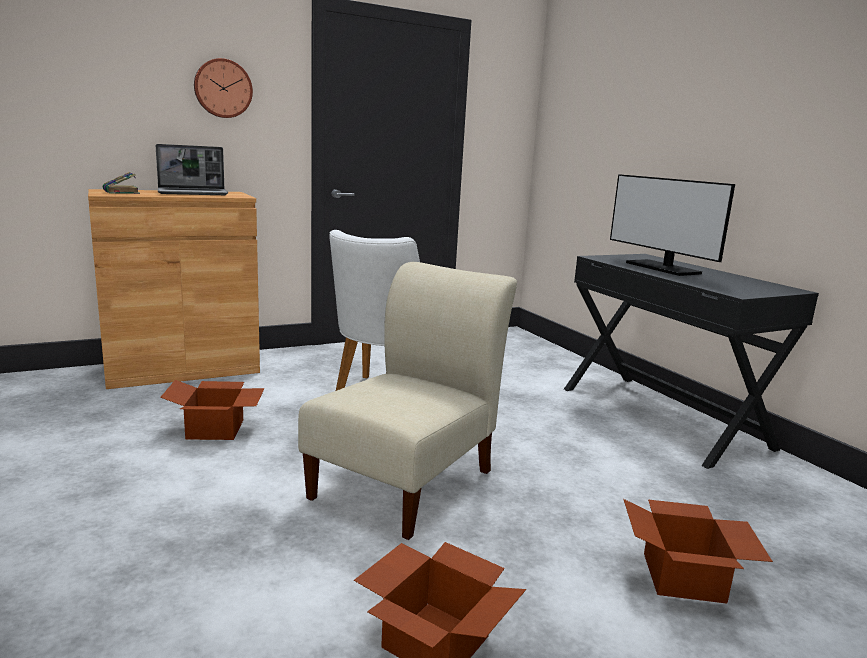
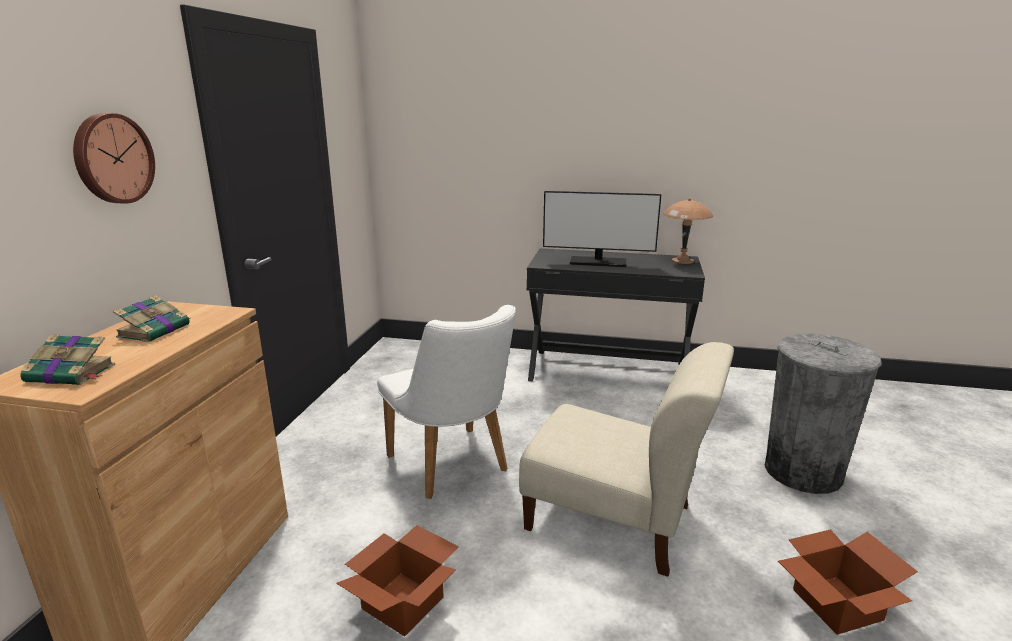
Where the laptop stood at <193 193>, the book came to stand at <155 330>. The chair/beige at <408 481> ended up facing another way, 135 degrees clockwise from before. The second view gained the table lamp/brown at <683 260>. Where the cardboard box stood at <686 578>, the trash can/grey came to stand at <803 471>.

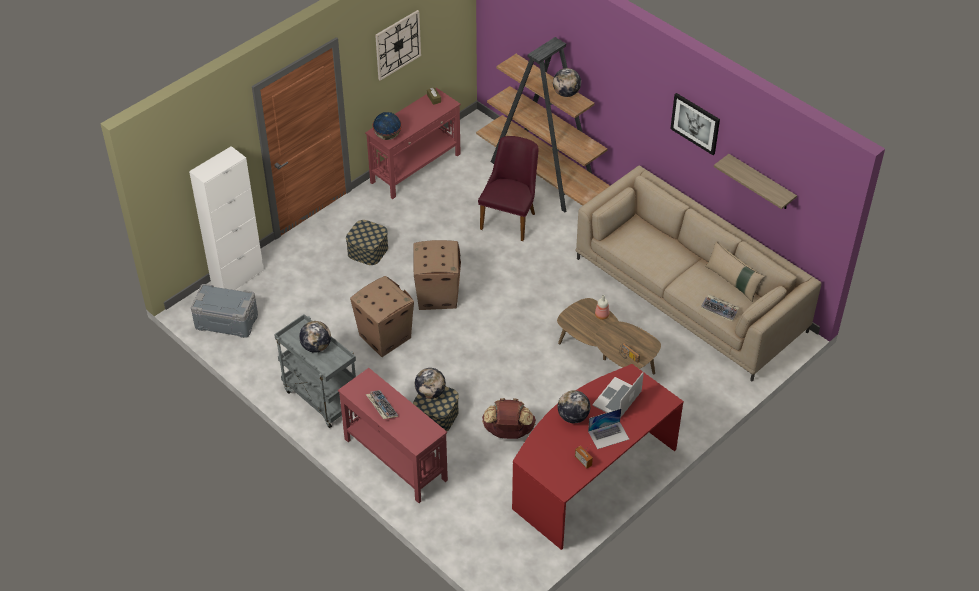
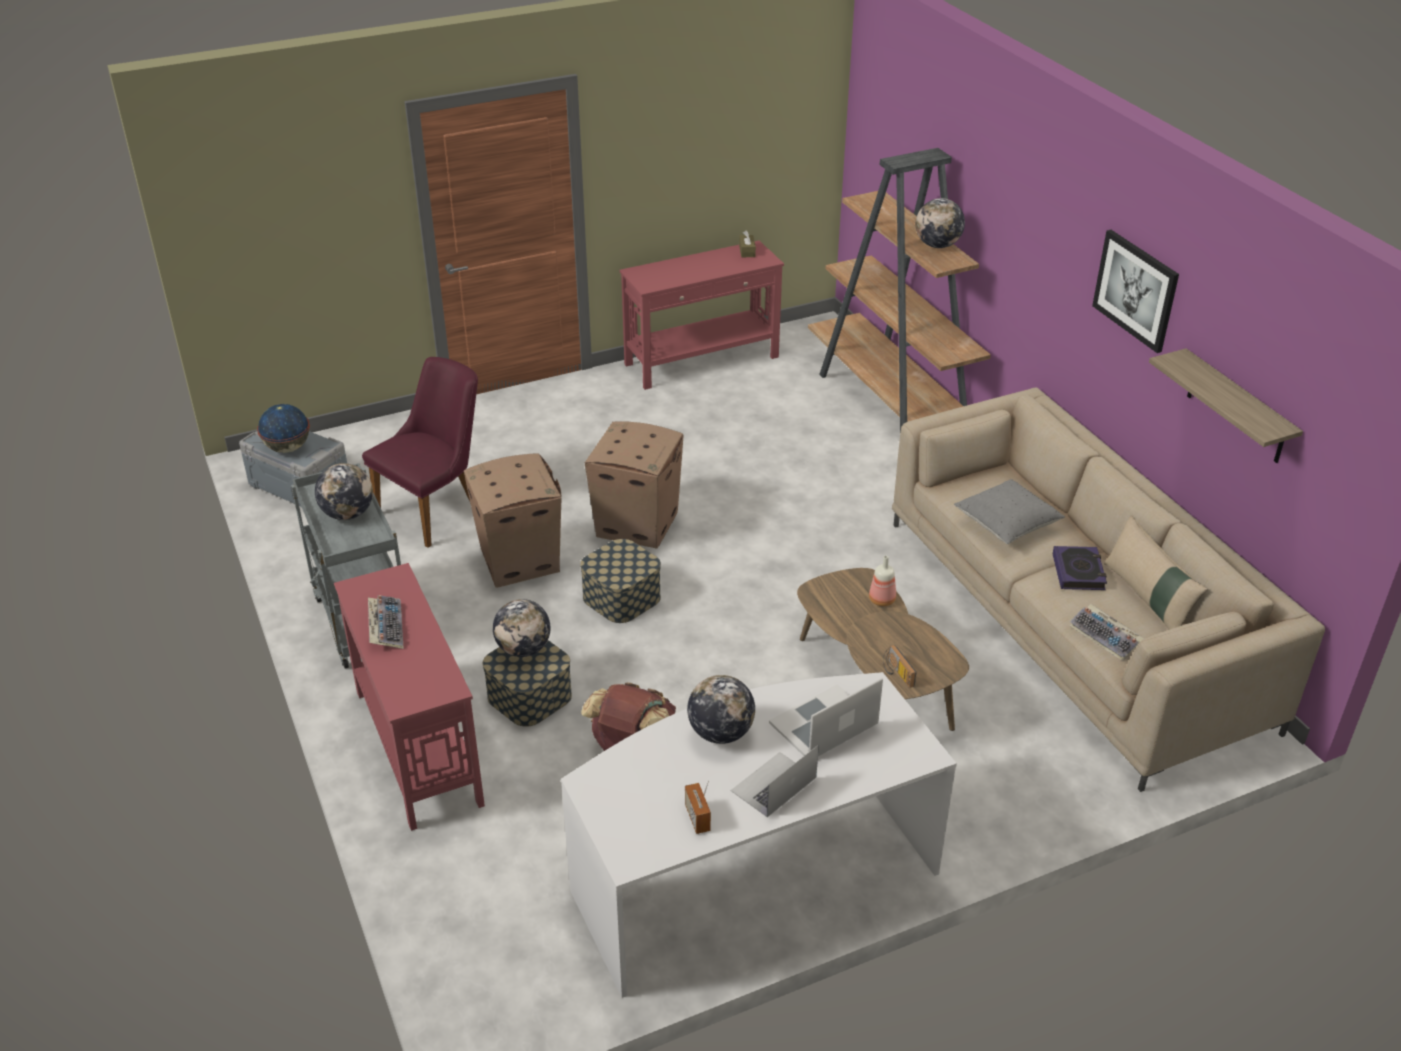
The globe ended up elsewhere, having gone from <387 136> to <287 448>. The chair/purple ended up elsewhere, having gone from <511 218> to <437 509>. What was the desk/red at <591 475> turned into the desk/white at <750 874>. The storage box ended up elsewhere, having gone from <368 250> to <621 597>. The laptop at <608 435> ended up facing another way, 135 degrees clockwise from before. The second view gained the pillow/grey at <1006 524>. The second view gained the book at <1078 572>. The second view lost the cabinet/white at <237 278>. The second view lost the wall clock at <397 44>.

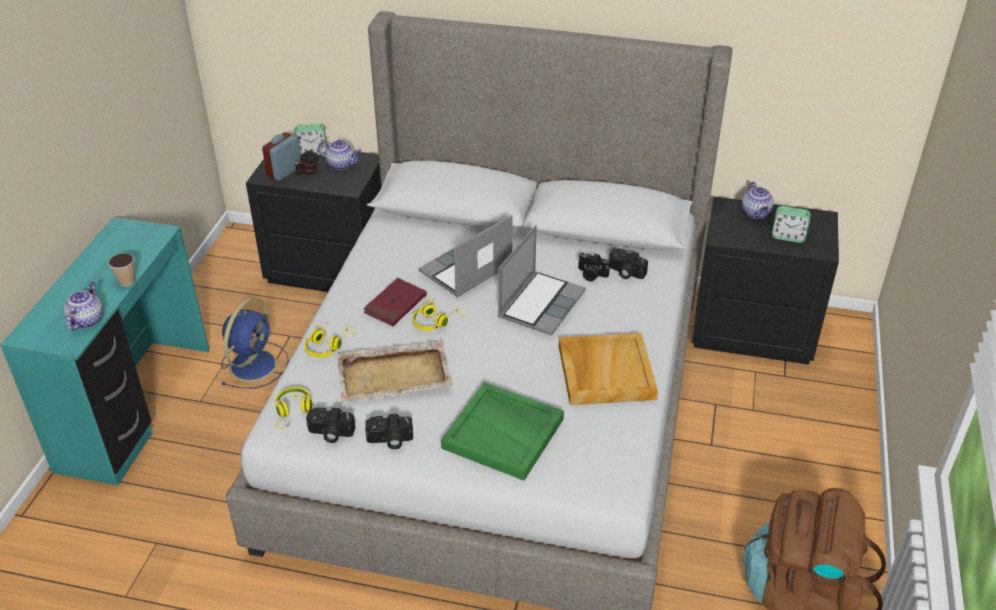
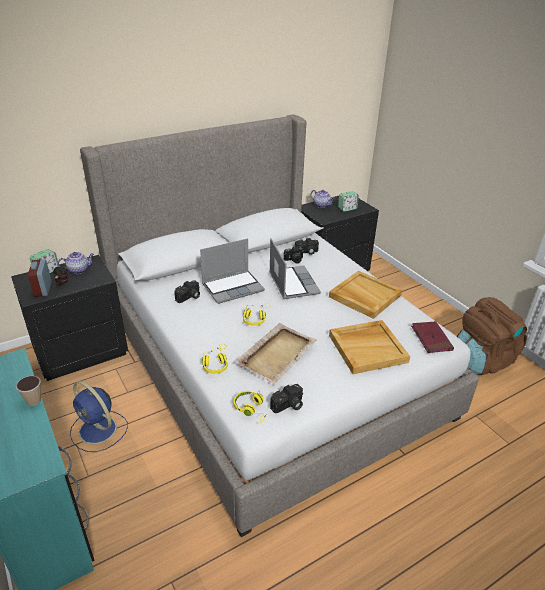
The fan/blue at <254 364> ended up facing another way, 150 degrees clockwise from before. The photo camera ended up elsewhere, having gone from <389 440> to <189 297>. The laptop at <466 270> ended up facing another way, 120 degrees counterclockwise from before. What was the tray/green at <504 433> turned into the tray/beige at <368 348>. The book/red ended up elsewhere, having gone from <395 305> to <431 339>. The second view lost the teapot at <86 320>.

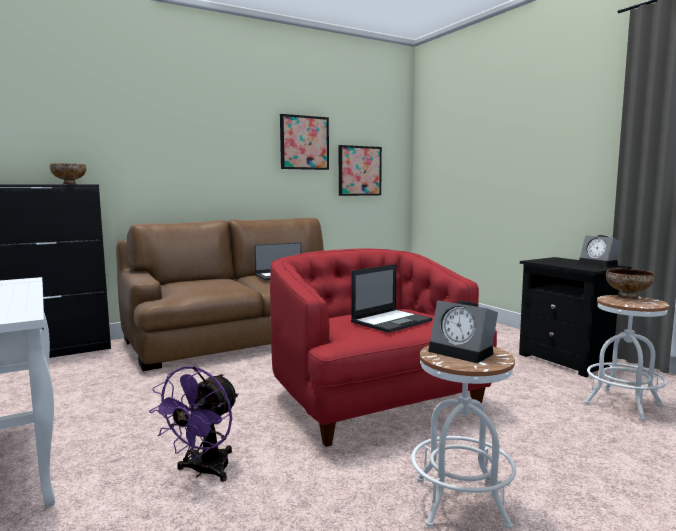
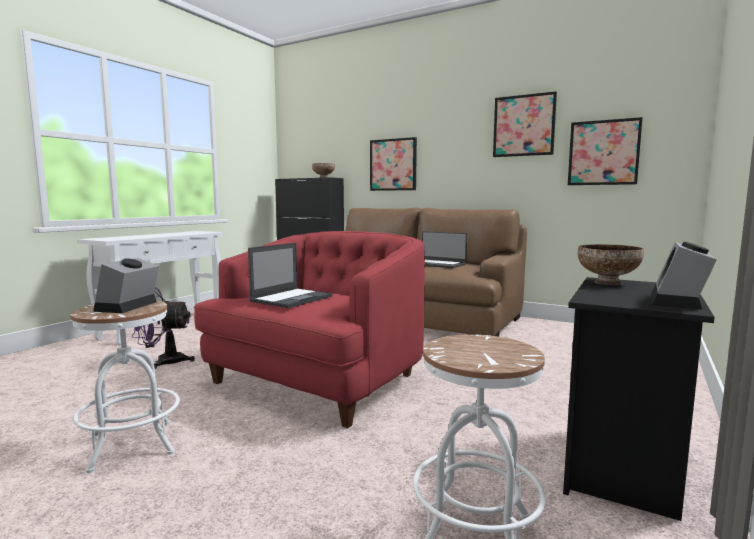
The laptop at <392 321> ended up facing another way, 75 degrees counterclockwise from before. The second view gained the picture at <393 165>. The bowl ended up elsewhere, having gone from <627 297> to <607 282>.

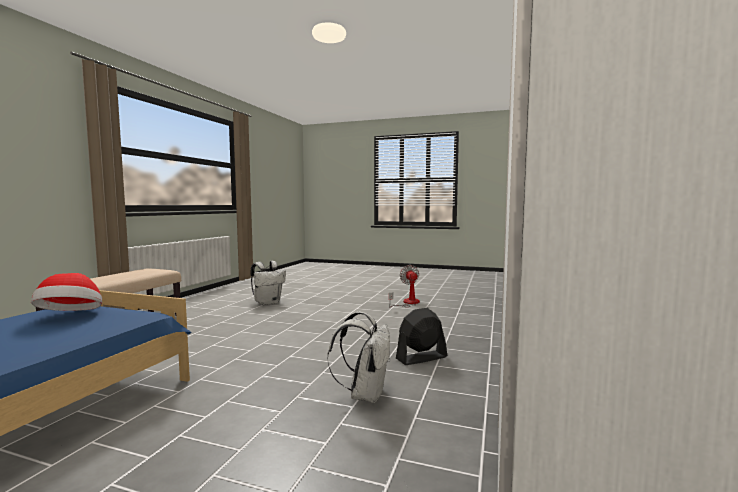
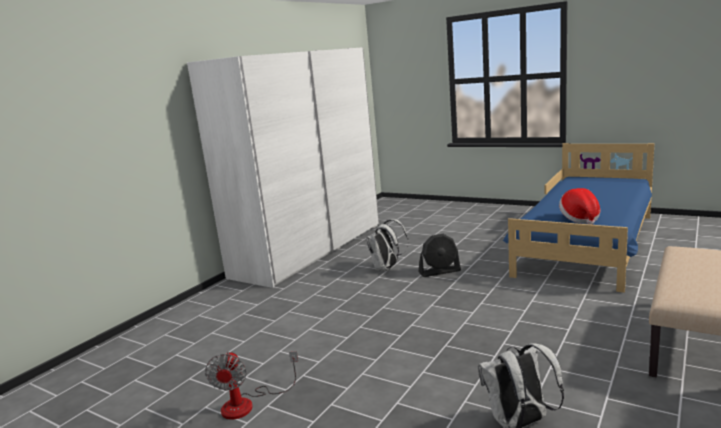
The fan/black ended up elsewhere, having gone from <421 358> to <439 271>.

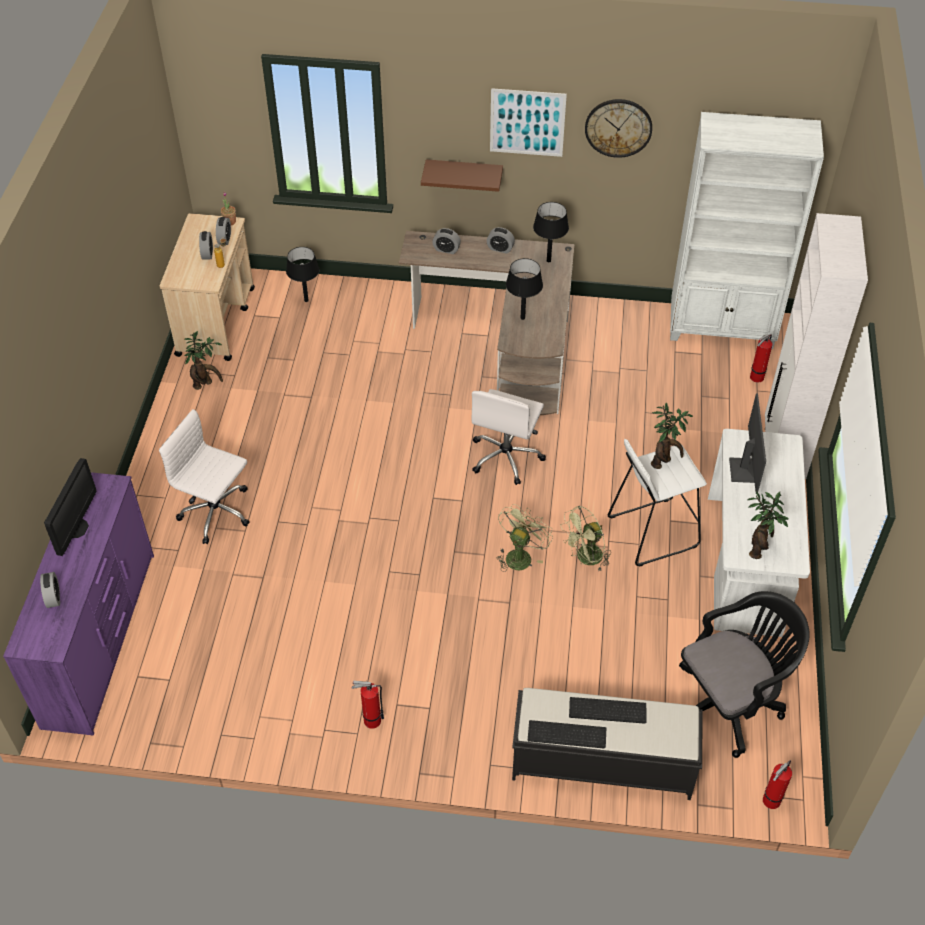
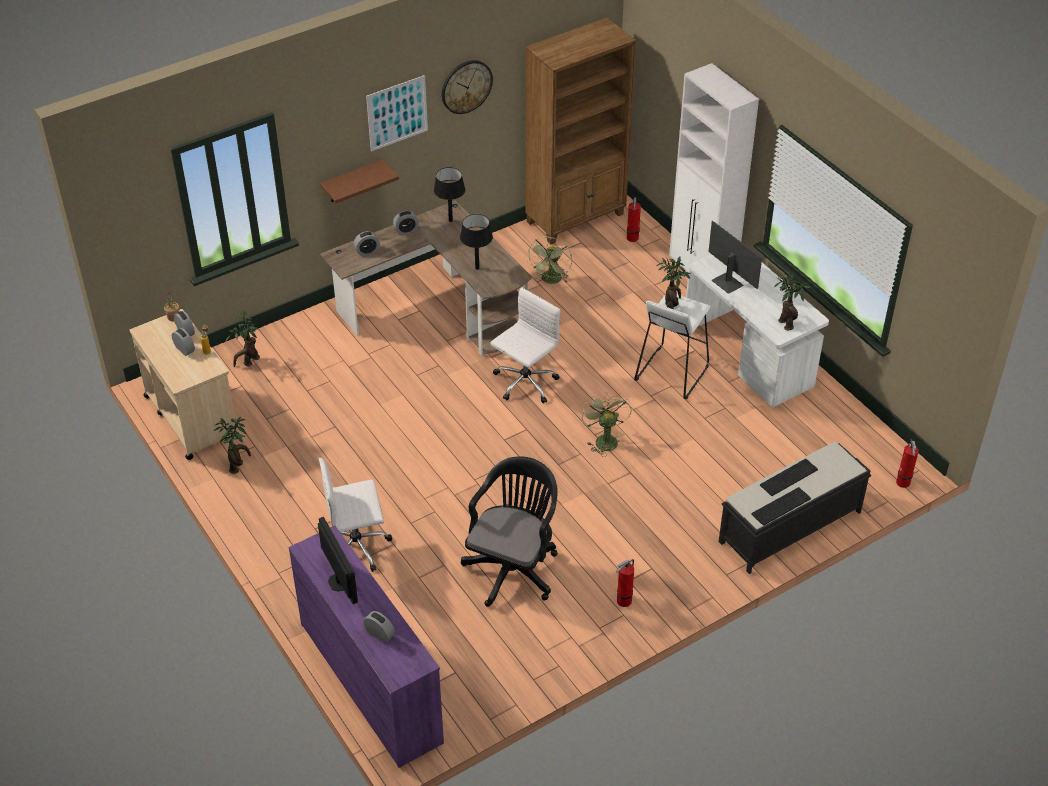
Where the table lamp/black stood at <306 300>, the potted plant came to stand at <249 362>. The office chair/black ended up elsewhere, having gone from <730 703> to <513 567>. The office chair/white at <506 457> ended up facing another way, 120 degrees counterclockwise from before. What was the bookcase/white at <722 328> turned into the bookcase/brown at <576 218>. The fan/green ended up elsewhere, having gone from <585 558> to <551 281>.

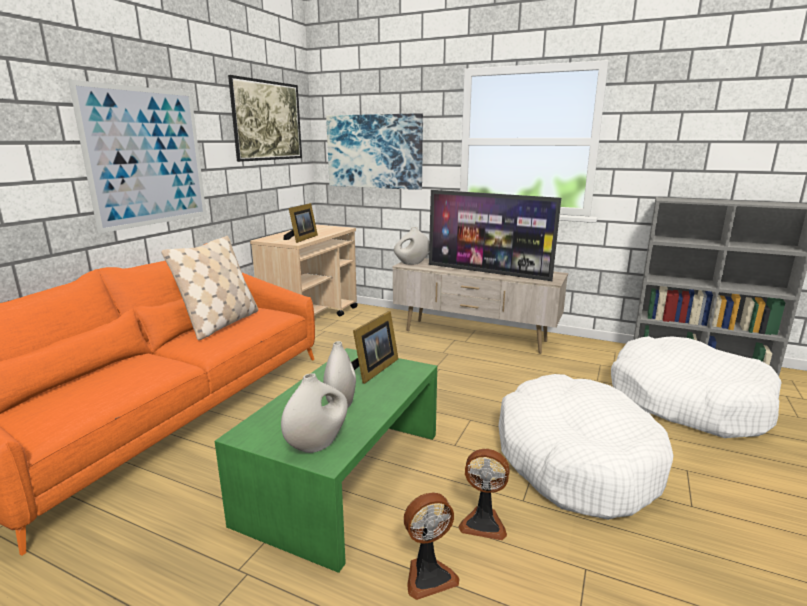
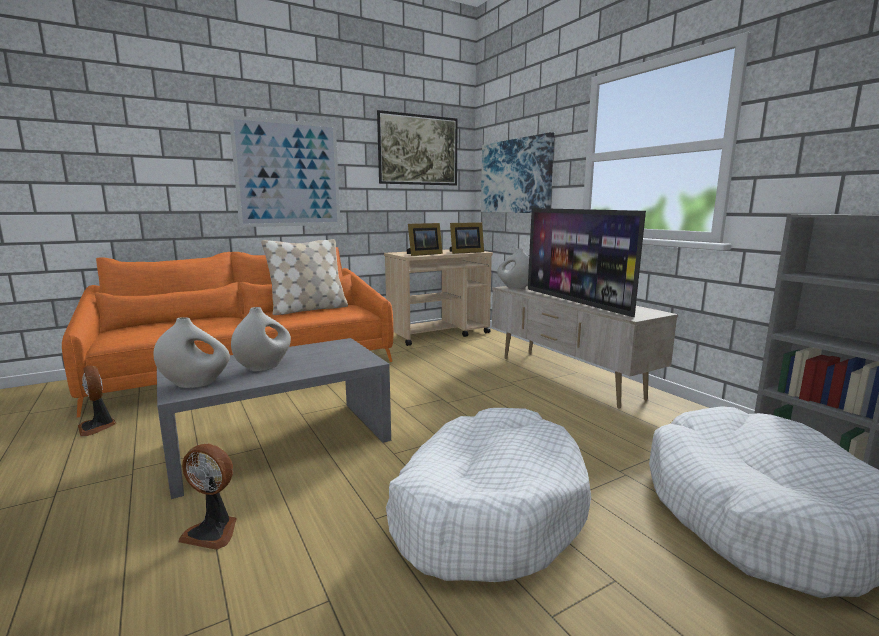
The fan ended up elsewhere, having gone from <483 522> to <98 427>. What was the coffee table/green at <344 474> turned into the coffee table/grey at <280 441>. The picture frame ended up elsewhere, having gone from <373 370> to <465 252>.

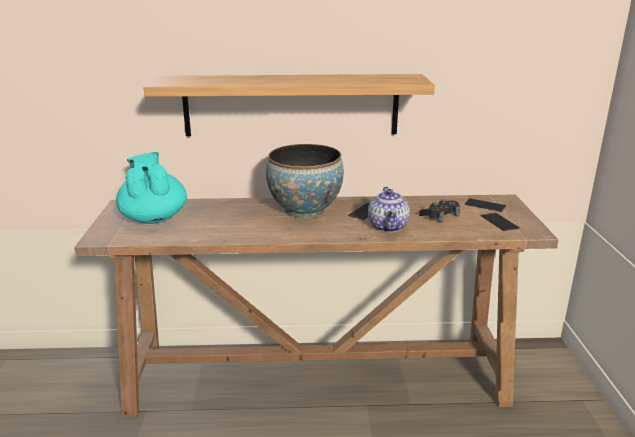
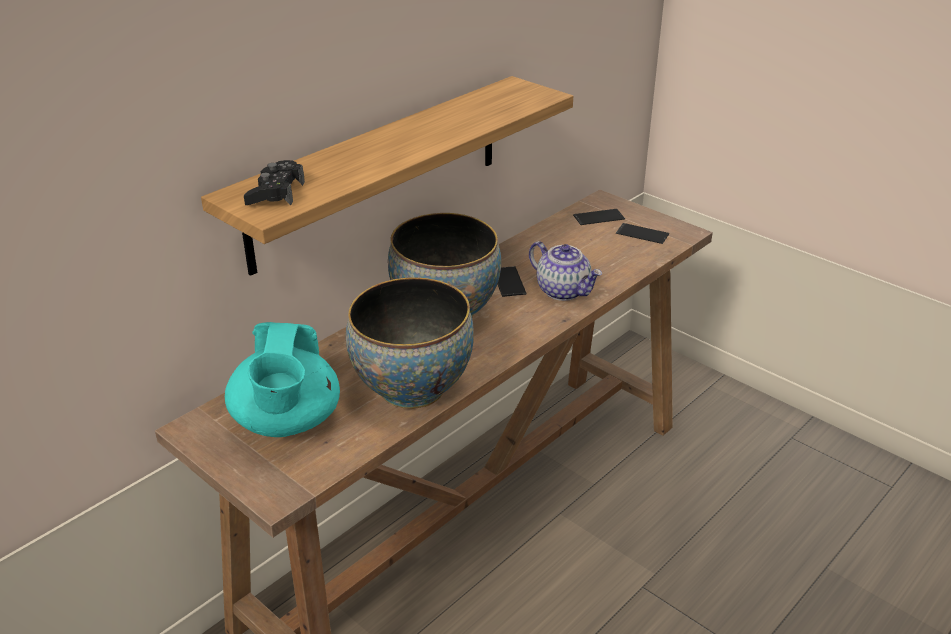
The teapot/turquoise at <154 218> ended up facing another way, 120 degrees counterclockwise from before. The game controller/black ended up elsewhere, having gone from <440 215> to <275 193>. The second view gained the bowl at <412 388>.

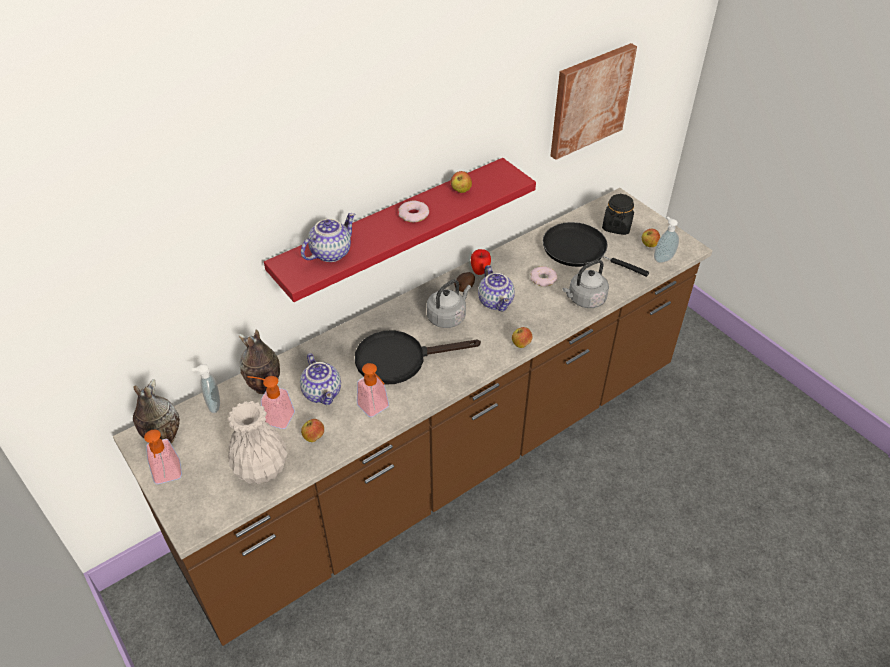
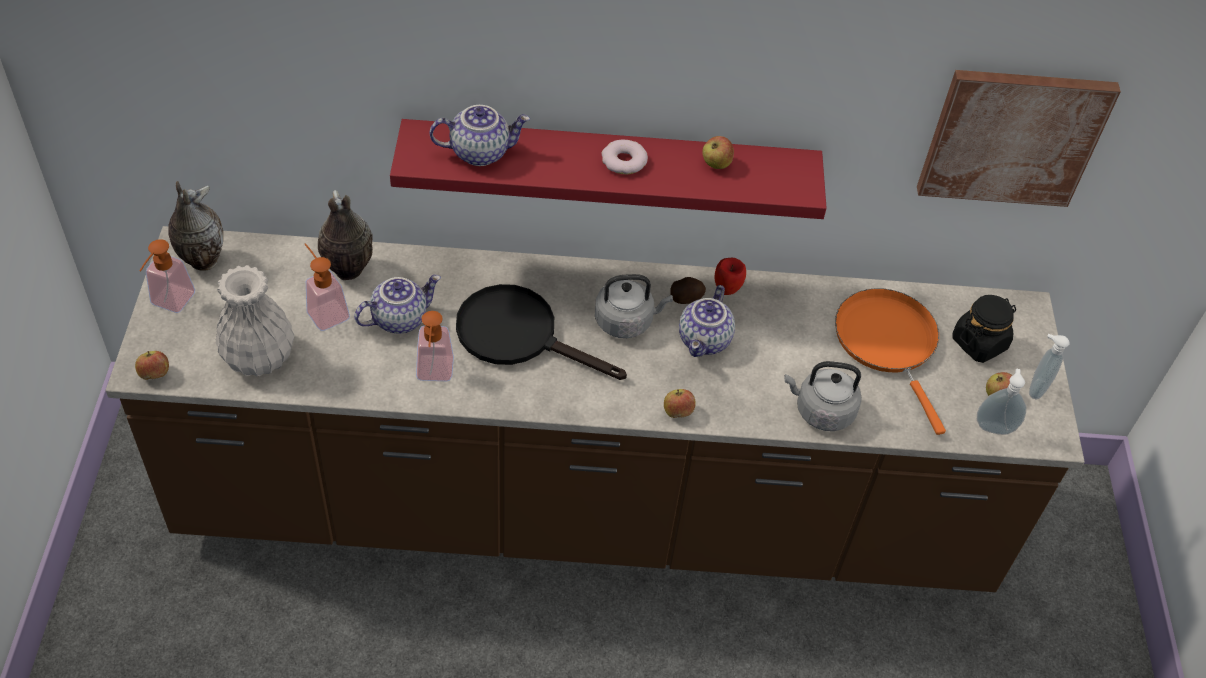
The apple ended up elsewhere, having gone from <314 437> to <155 374>. The teapot at <323 393> ended up facing another way, 135 degrees counterclockwise from before. What was the frying pan/black at <579 250> turned into the frying pan/orange at <888 343>. The soap dispenser ended up elsewhere, having gone from <213 405> to <1035 388>. The second view lost the donut at <543 279>.

